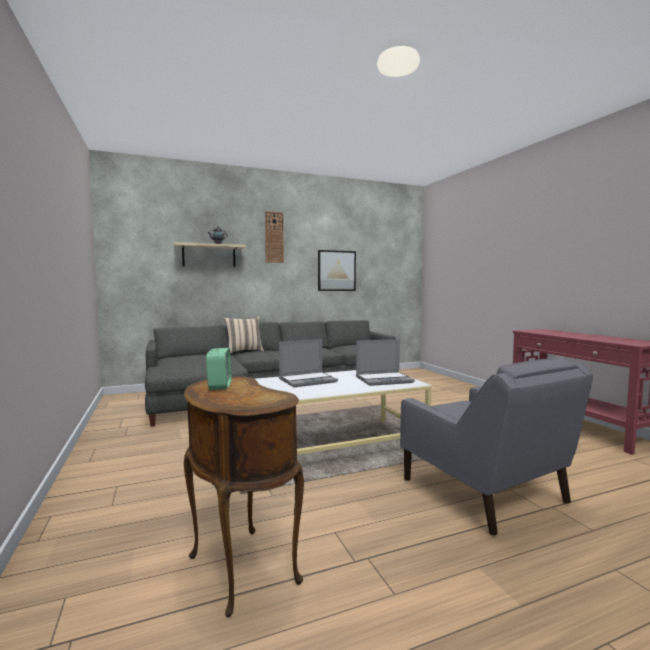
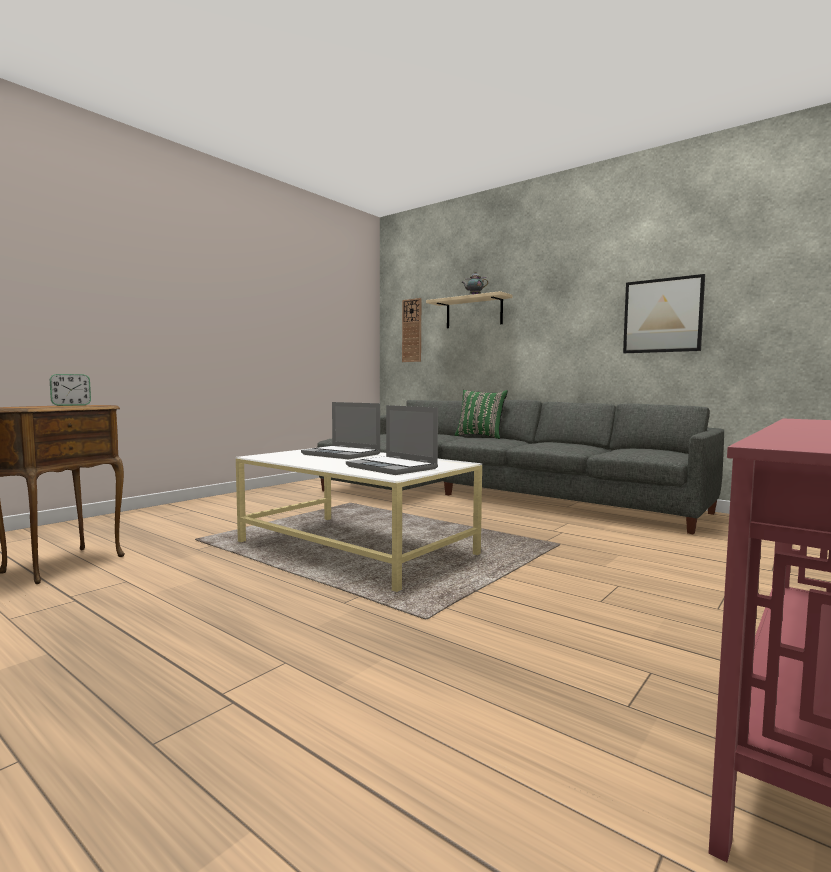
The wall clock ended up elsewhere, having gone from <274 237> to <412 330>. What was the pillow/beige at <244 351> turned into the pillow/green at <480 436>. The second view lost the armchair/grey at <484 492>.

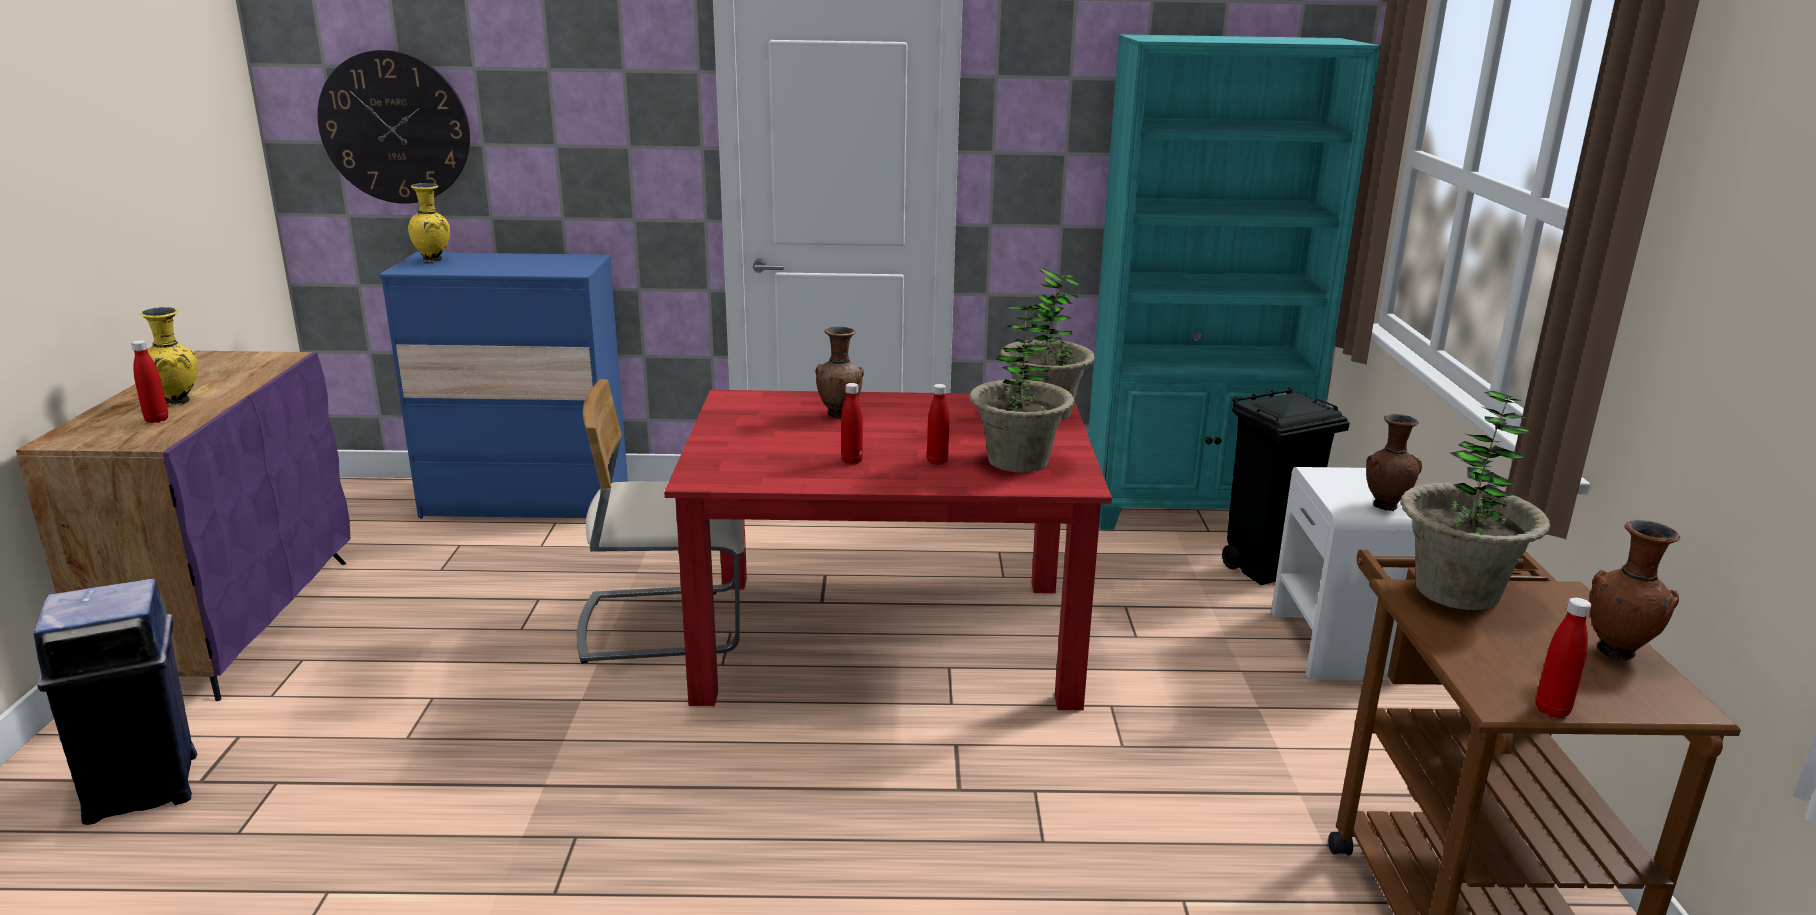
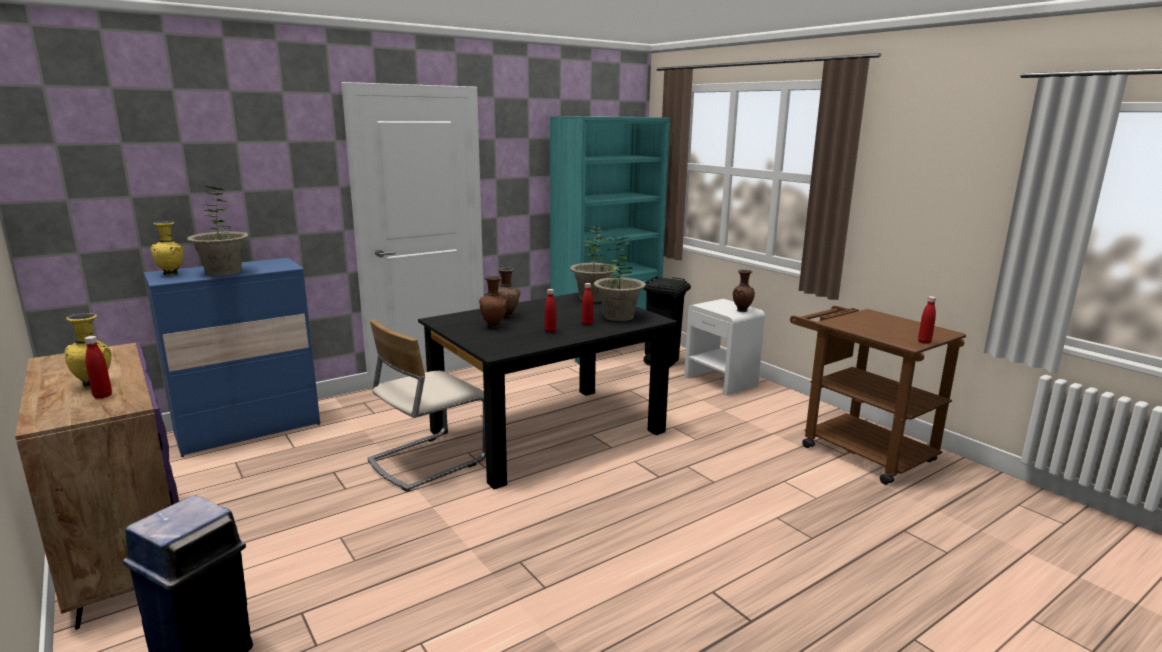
The potted plant ended up elsewhere, having gone from <1457 591> to <223 272>. What was the dining table/red at <885 639> turned into the dining table/black at <547 432>. The vase/brown ended up elsewhere, having gone from <1618 652> to <494 326>. The second view lost the wall clock at <395 128>.

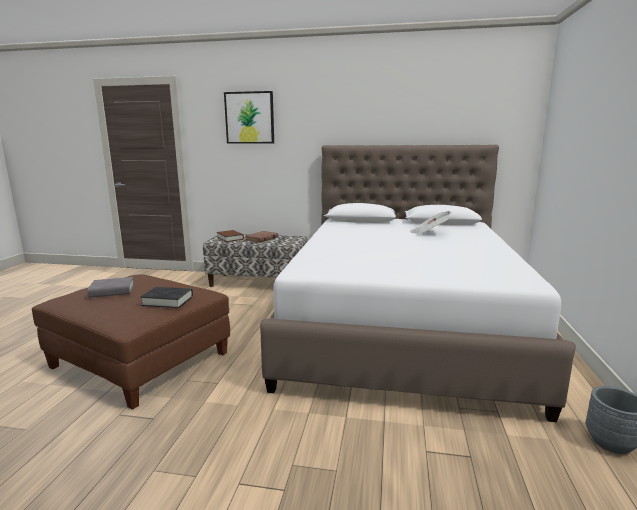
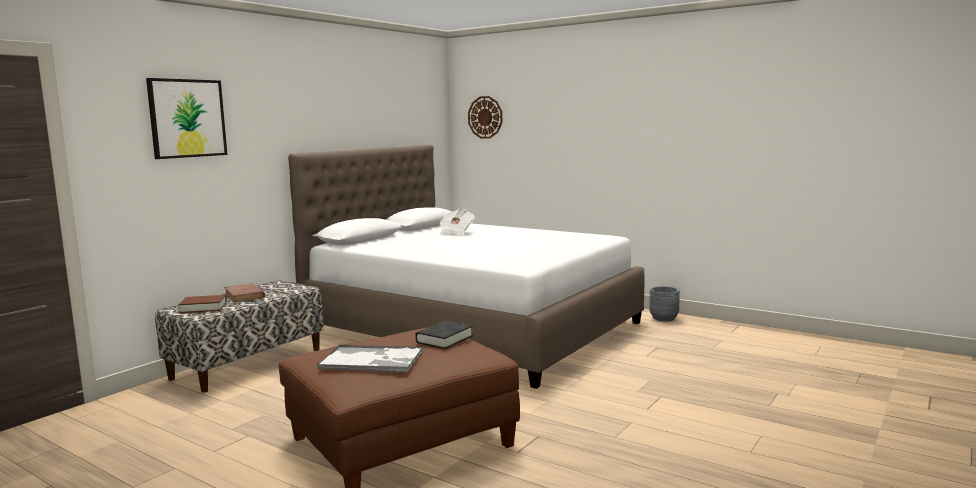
Where the book/grey stood at <112 291>, the tray came to stand at <373 360>. The second view gained the wall clock at <485 117>.

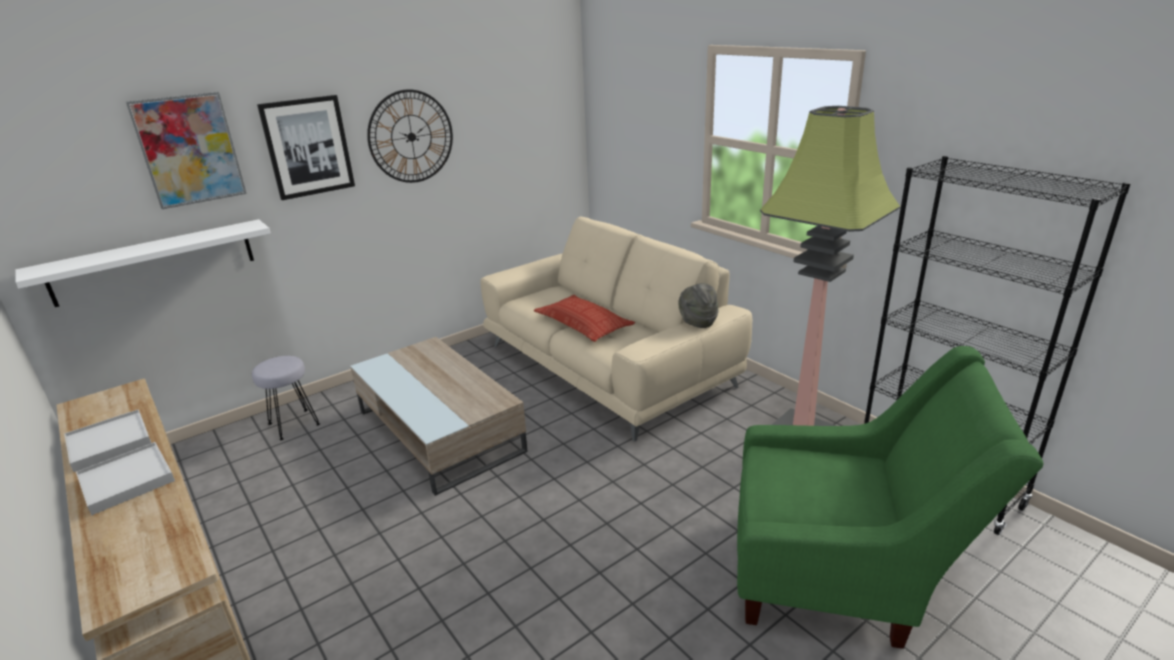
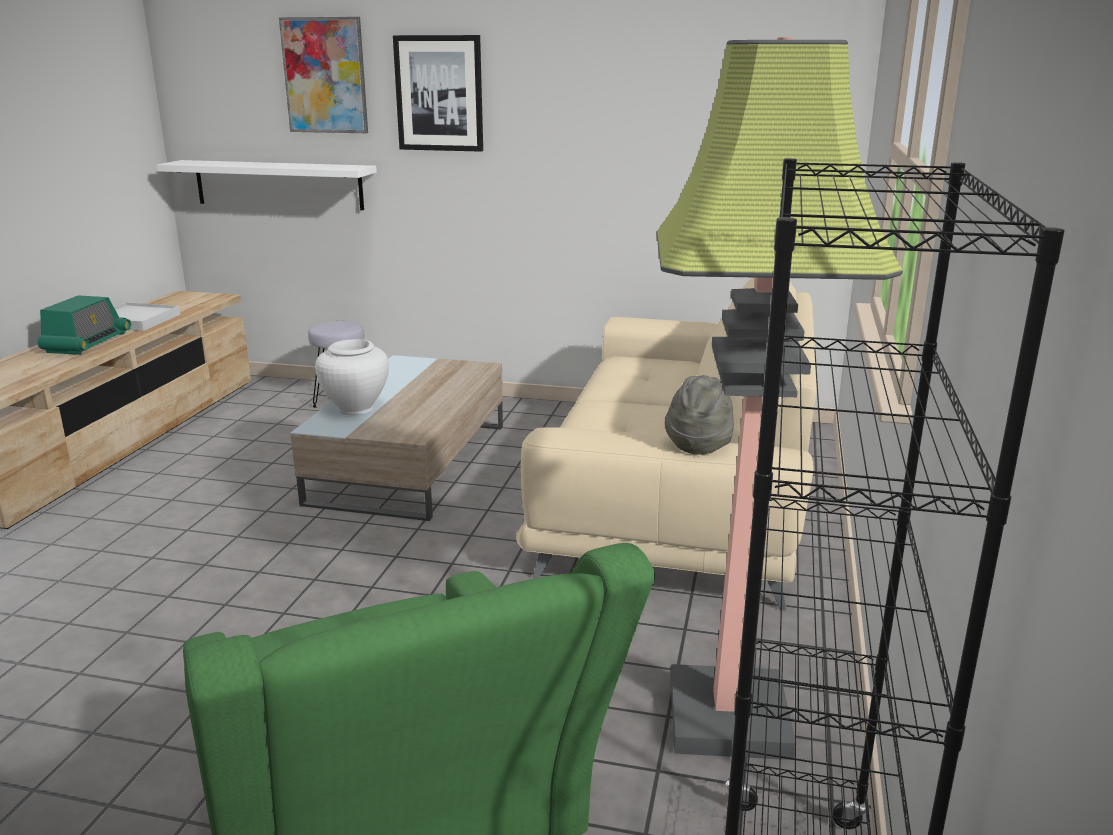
Where the tray/white stood at <126 480>, the radio came to stand at <87 343>. The second view gained the vase/white at <355 408>. The second view lost the wall clock at <411 137>. The second view lost the pillow at <583 324>.

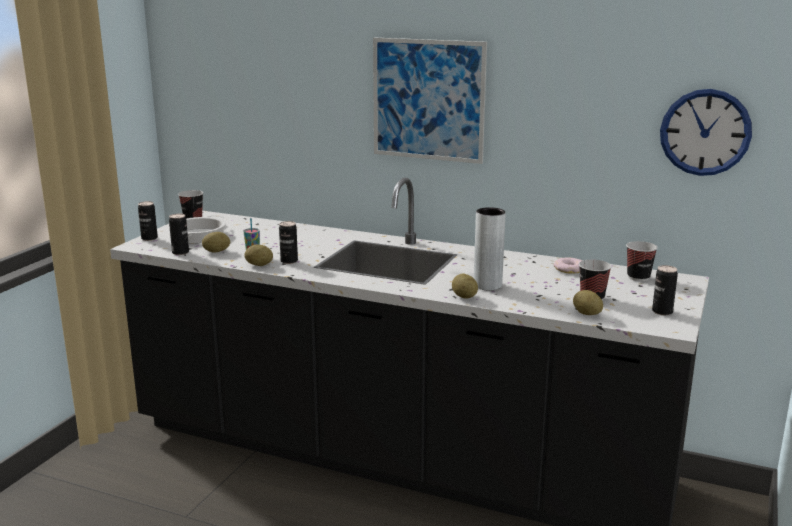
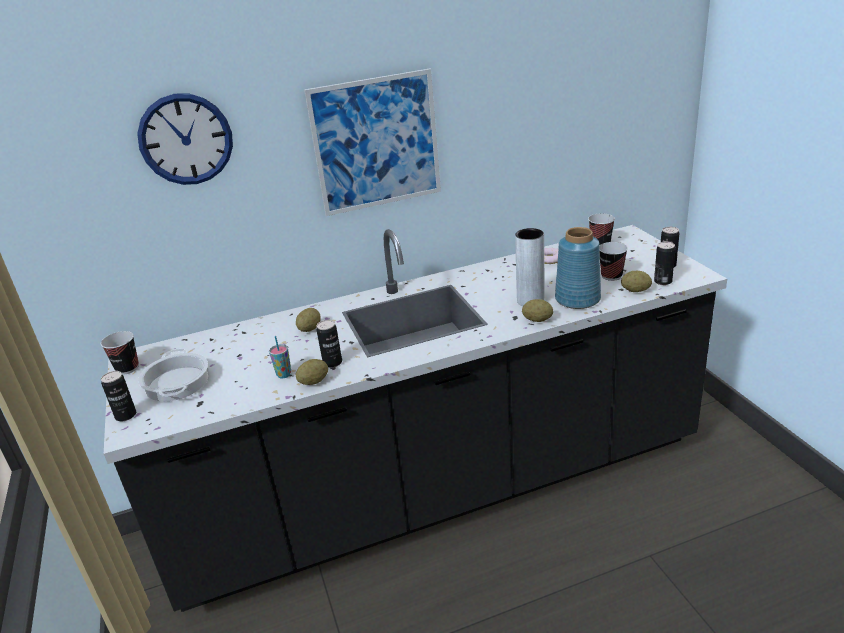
The wall clock ended up elsewhere, having gone from <705 132> to <186 139>. The potato ended up elsewhere, having gone from <216 251> to <310 329>. The second view gained the vase/blue at <578 300>. The can ended up elsewhere, having gone from <180 252> to <663 281>.

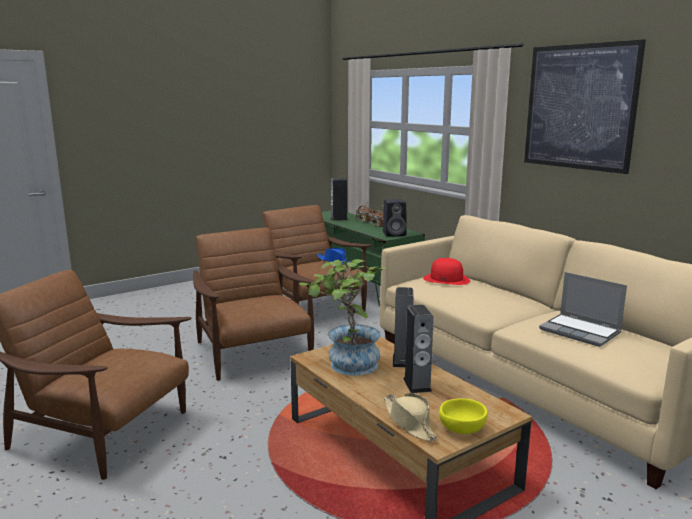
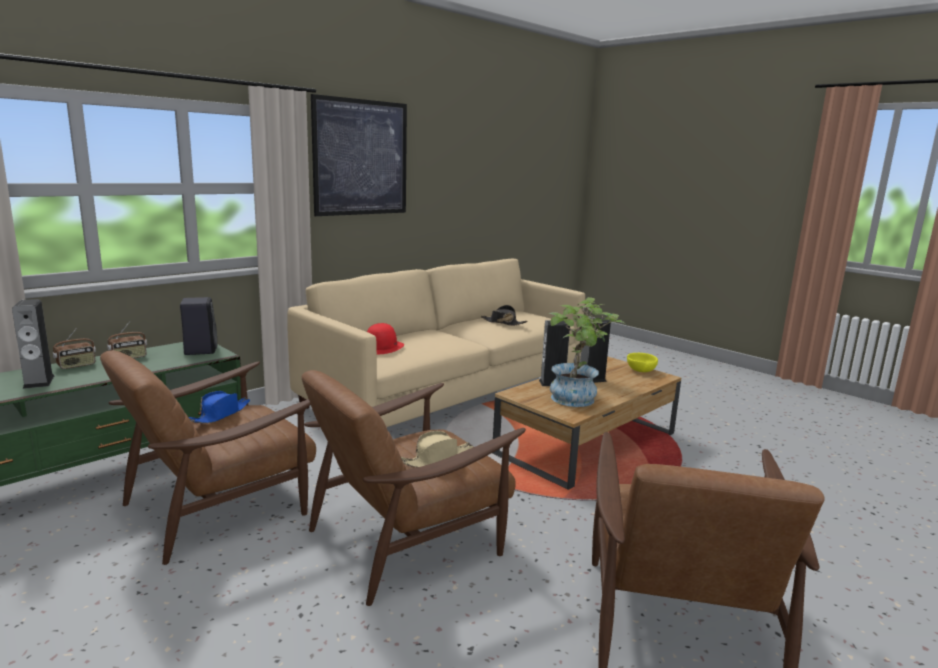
The hat/beige ended up elsewhere, having gone from <409 422> to <437 458>. Where the laptop stood at <581 331>, the hat/black came to stand at <503 322>.

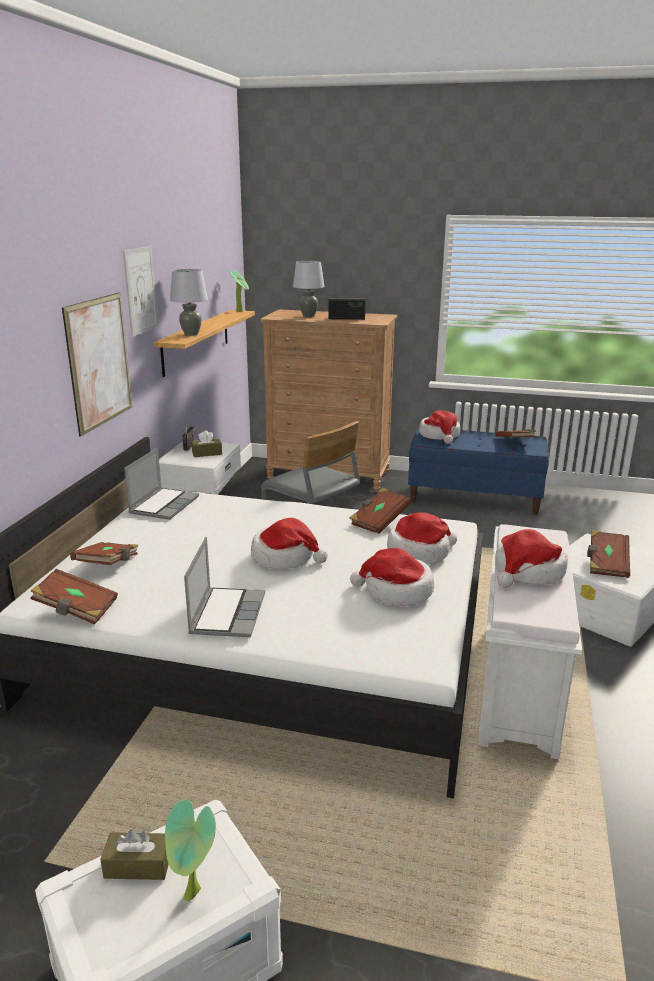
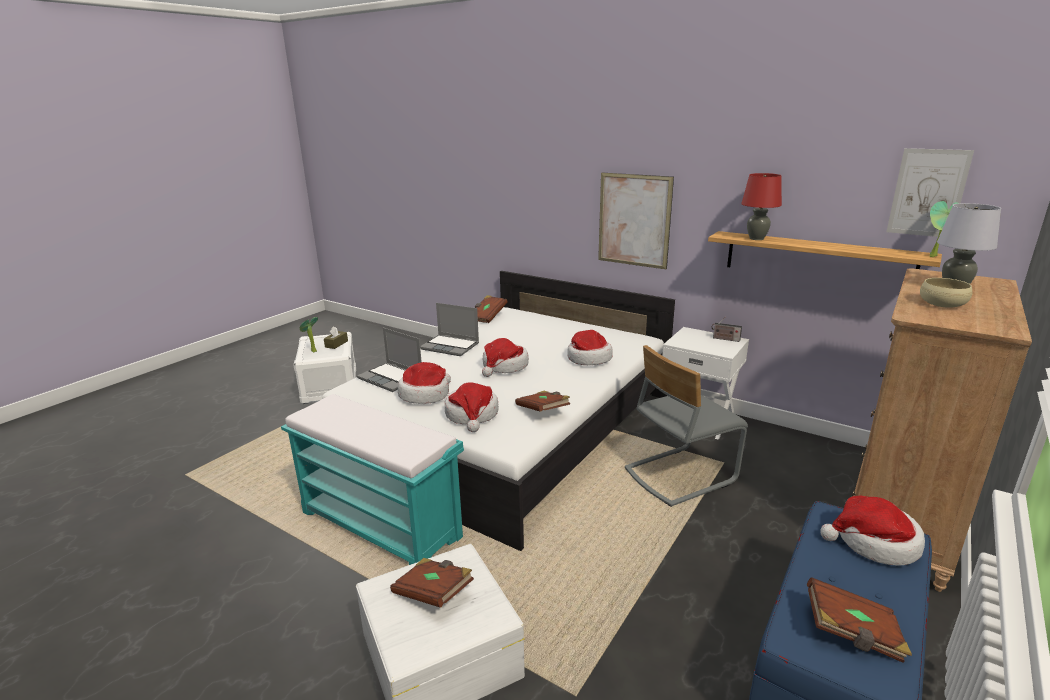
What was the bench/white at <517 685> turned into the bench/turquoise at <382 525>. The laptop ended up elsewhere, having gone from <164 505> to <391 378>. The hat ended up elsewhere, having gone from <528 572> to <588 358>. What was the table lamp/grey at <191 334> turned into the table lamp/red at <756 238>. The picture ended up elsewhere, having gone from <140 290> to <928 193>. Where the radio stood at <346 318>, the bowl/beige came to stand at <942 304>. The second view lost the book/brown at <108 565>. The second view lost the tissue box/brown at <207 453>.

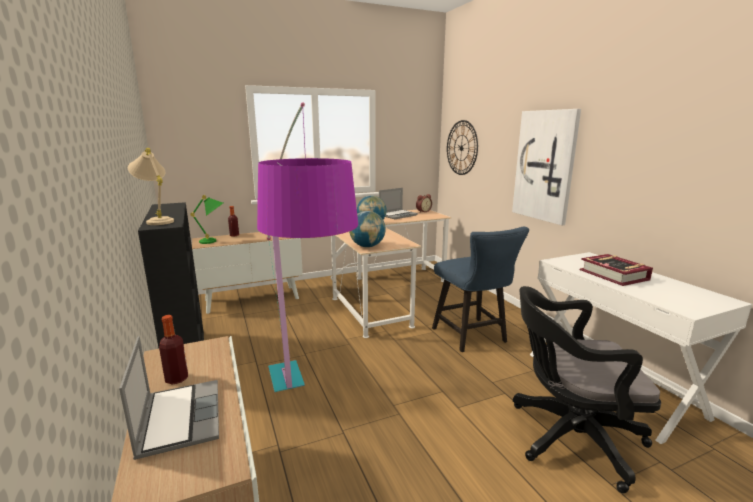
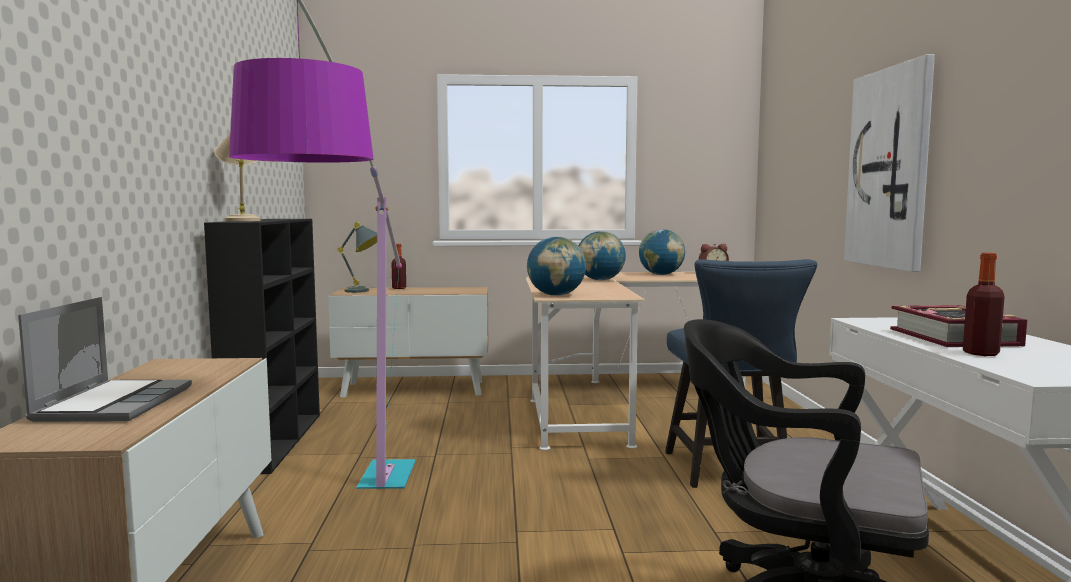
What was the table lamp/green at <214 241> turned into the table lamp/grey at <364 291>. Where the laptop stood at <398 215>, the globe came to stand at <661 274>. The bottle ended up elsewhere, having gone from <177 379> to <981 353>. The second view lost the wall clock at <461 148>.

